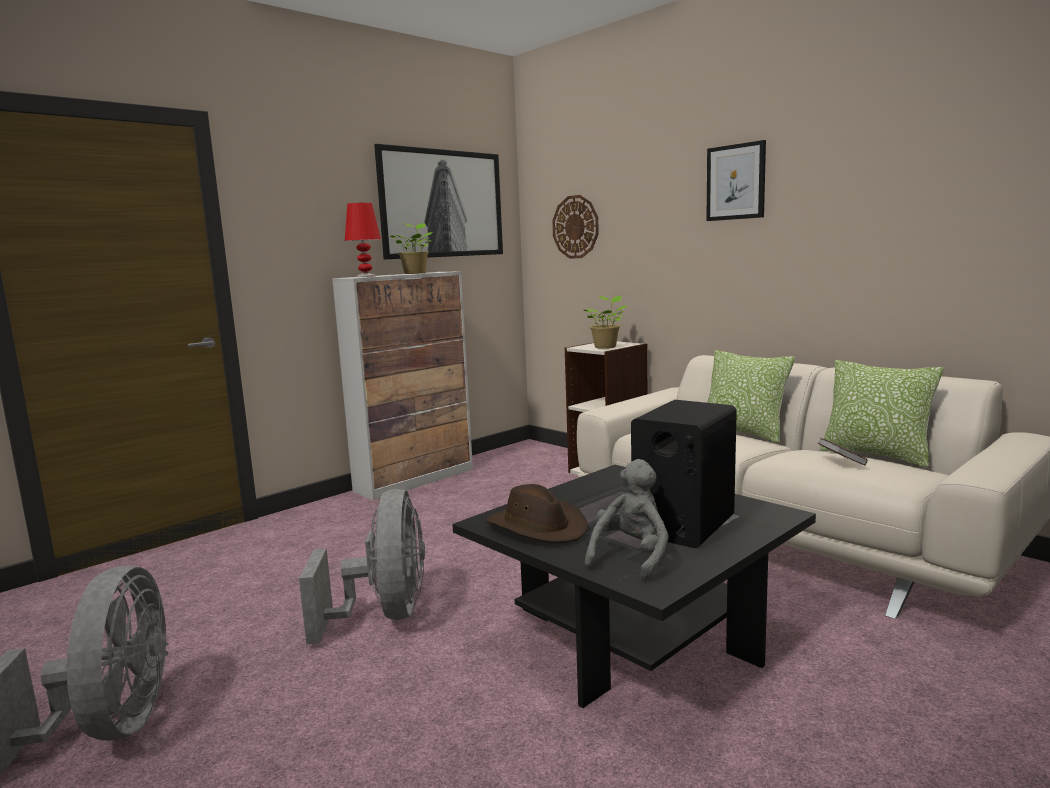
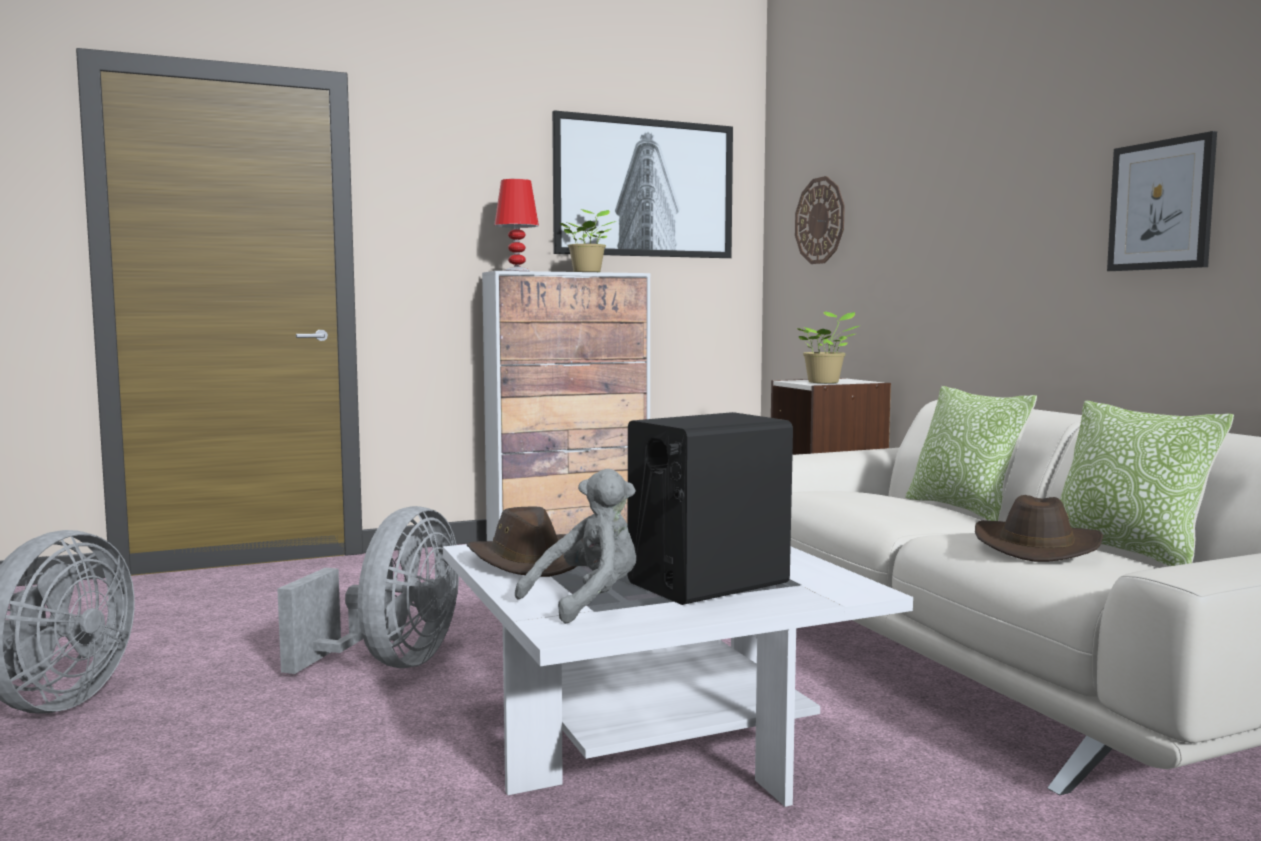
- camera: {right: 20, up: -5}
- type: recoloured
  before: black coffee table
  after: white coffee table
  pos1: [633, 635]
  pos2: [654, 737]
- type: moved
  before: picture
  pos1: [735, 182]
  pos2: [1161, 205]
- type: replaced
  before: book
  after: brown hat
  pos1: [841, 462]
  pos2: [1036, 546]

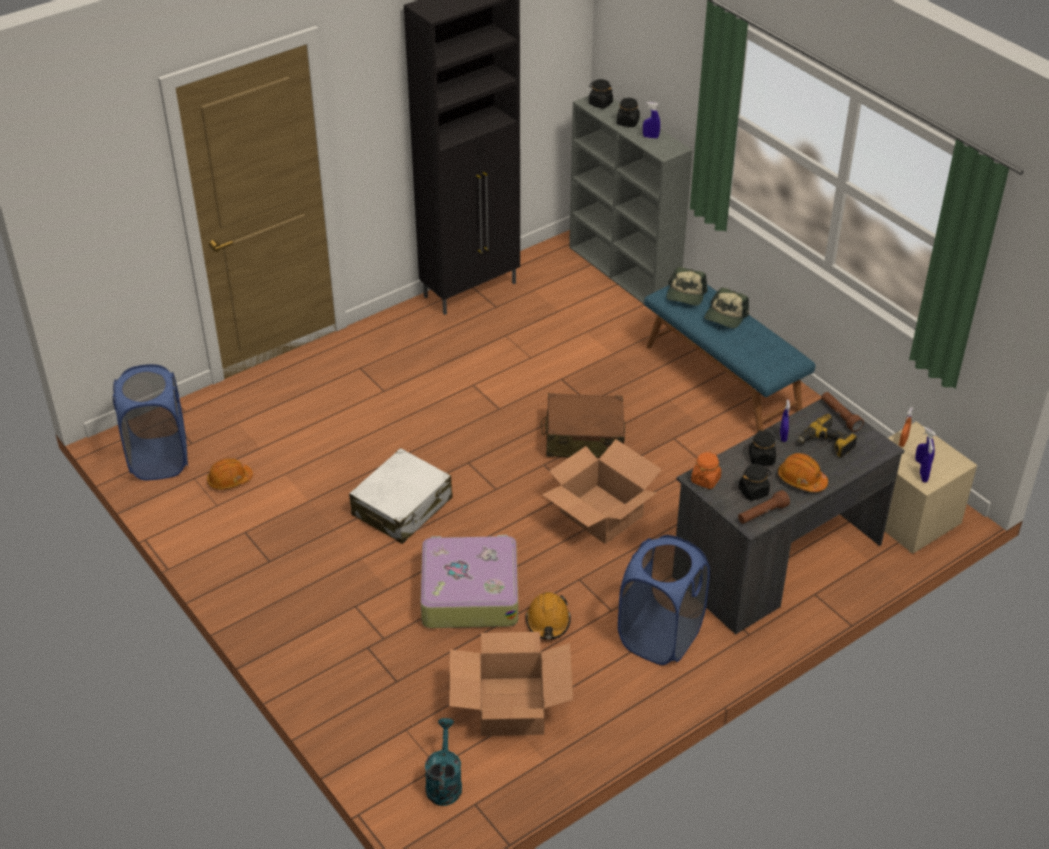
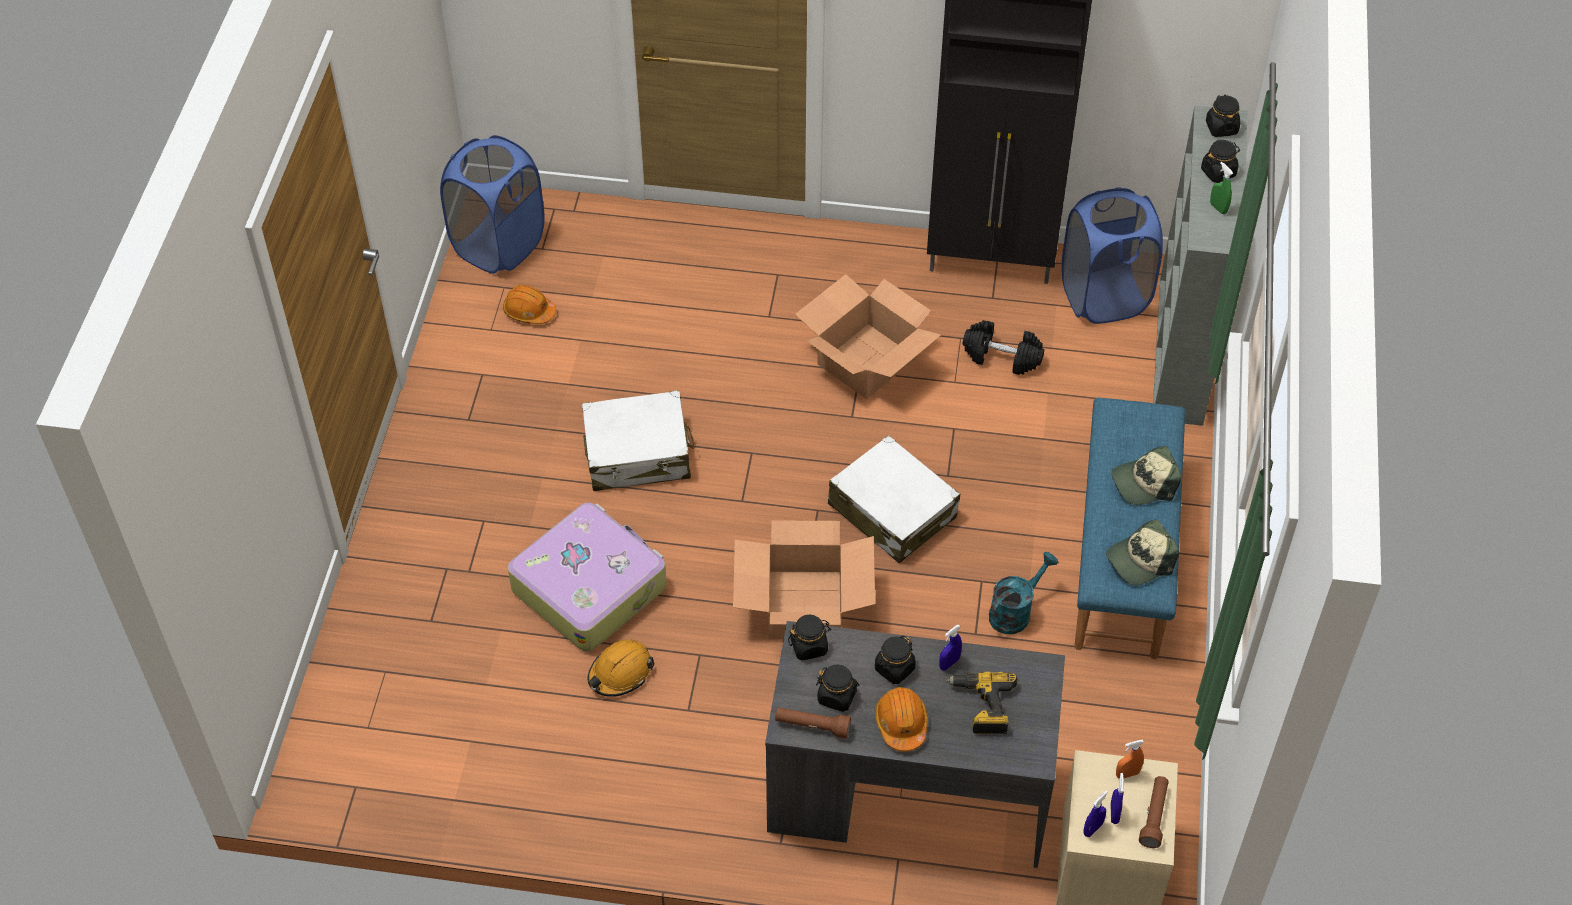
- camera: {right: 45, up: 10}
- type: moved
  before: turquoise watering can
  pos1: [444, 782]
  pos2: [1015, 611]
- type: moved
  before: cardboard box
  pos1: [510, 707]
  pos2: [865, 361]
- type: recoloured
  before: brown suitcase
  after: white suitcase
  pos1: [583, 438]
  pos2: [892, 511]
- type: moved
  before: blue laundry basket
  pos1: [660, 636]
  pos2: [1104, 297]
- type: recoloured
  before: blue spray bottle
  after: green spray bottle
  pos1: [650, 137]
  pos2: [1218, 208]
- type: moved
  before: cap
  pos1: [685, 294]
  pos2: [1140, 560]
- type: recoloured
  before: orange jar
  after: black jar
  pos1: [705, 480]
  pos2: [809, 646]
- type: moved
  before: brown flashlight
  pos1: [840, 416]
  pos2: [1154, 816]
- type: added
  after: black dumbbell
  pos2: [1001, 357]

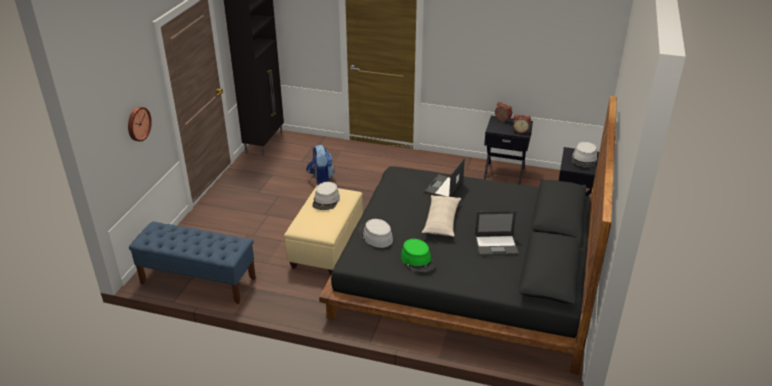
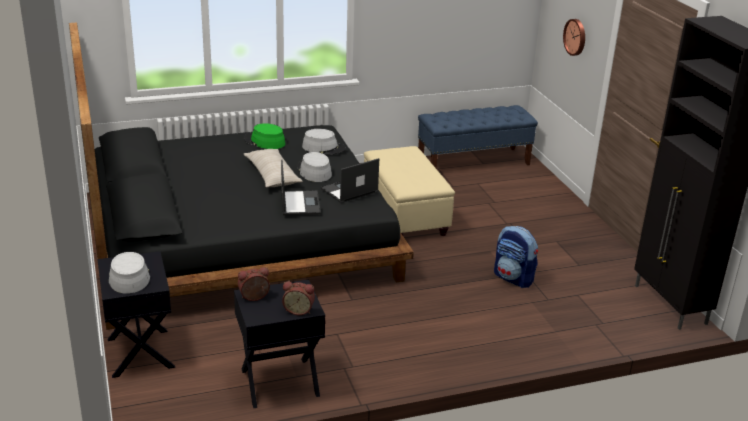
- camera: {right: 145, up: -5}
- type: moved
  before: grey hat
  pos1: [326, 201]
  pos2: [314, 171]
- type: moved
  before: laptop
  pos1: [496, 245]
  pos2: [349, 190]

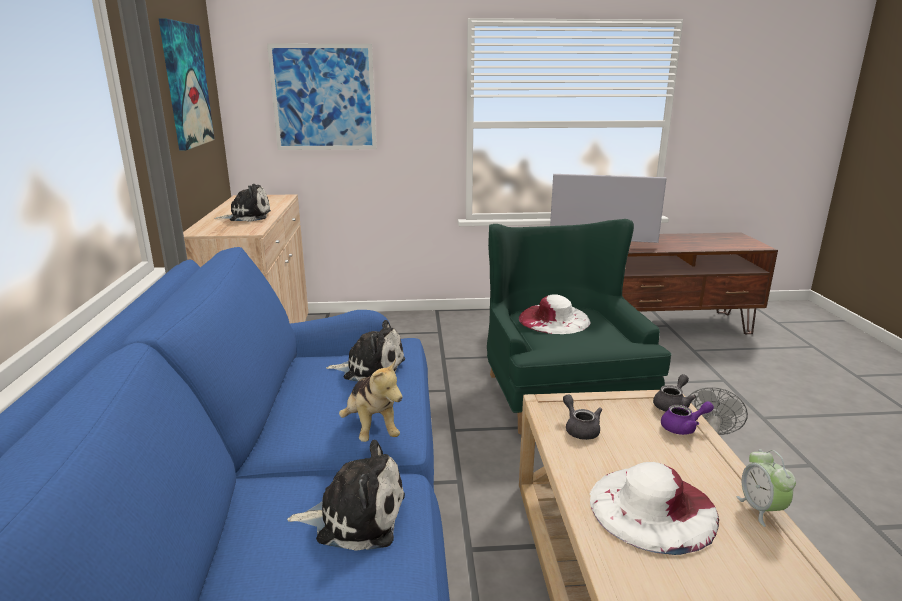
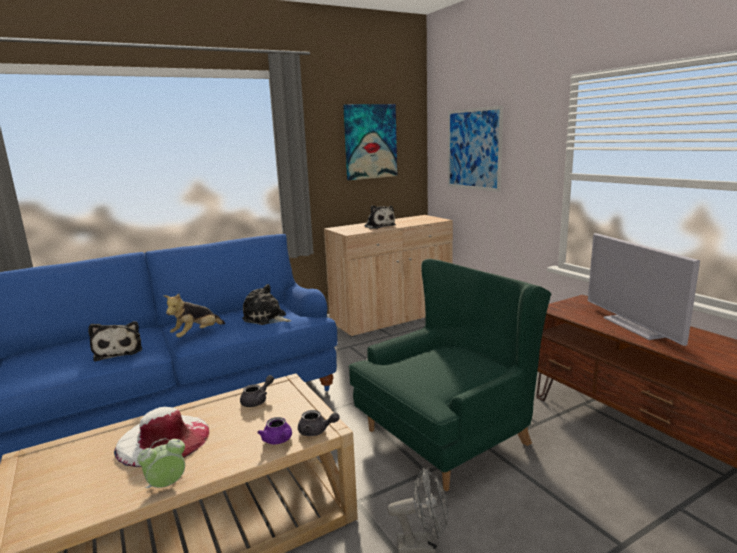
- camera: {right: 65, up: -5}
- type: turned
  before: plush toy
  pos1: [370, 369]
  pos2: [266, 318]
  turn: 135
- type: removed
  before: white hat
  pos1: [554, 319]

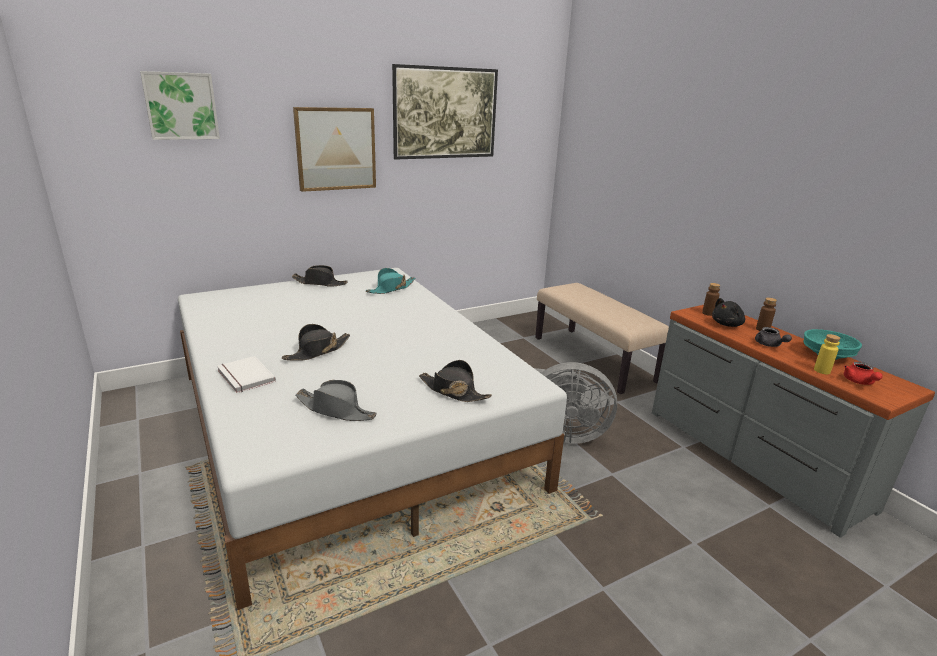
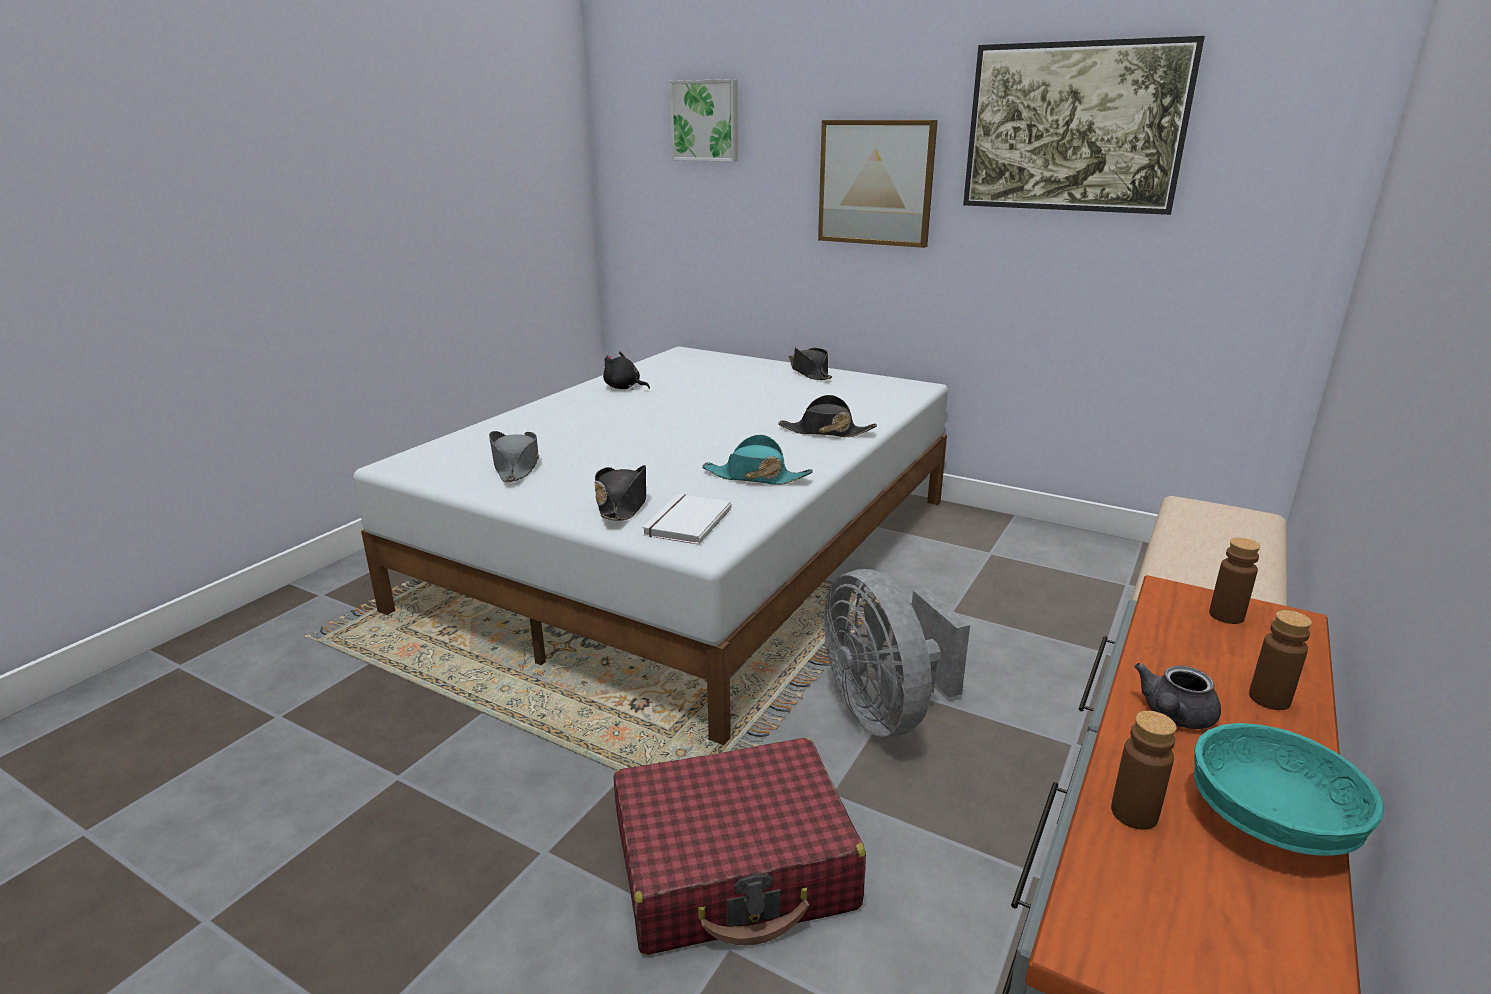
- camera: {right: 60, up: 0}
- type: moved
  before: white book
  pos1: [244, 377]
  pos2: [685, 522]
- type: moved
  before: black hat
  pos1: [317, 351]
  pos2: [826, 432]
- type: moved
  before: turquoise hat
  pos1: [391, 289]
  pos2: [755, 477]
- type: moved
  before: black plush toy
  pos1: [727, 324]
  pos2: [624, 388]
- type: recoloured
  before: yellow bottle
  after: brown bottle
  pos1: [822, 371]
  pos2: [1134, 813]
- type: removed
  before: red teapot
  pos1: [859, 382]
- type: added
  after: red suitcase
  pos2: [735, 867]

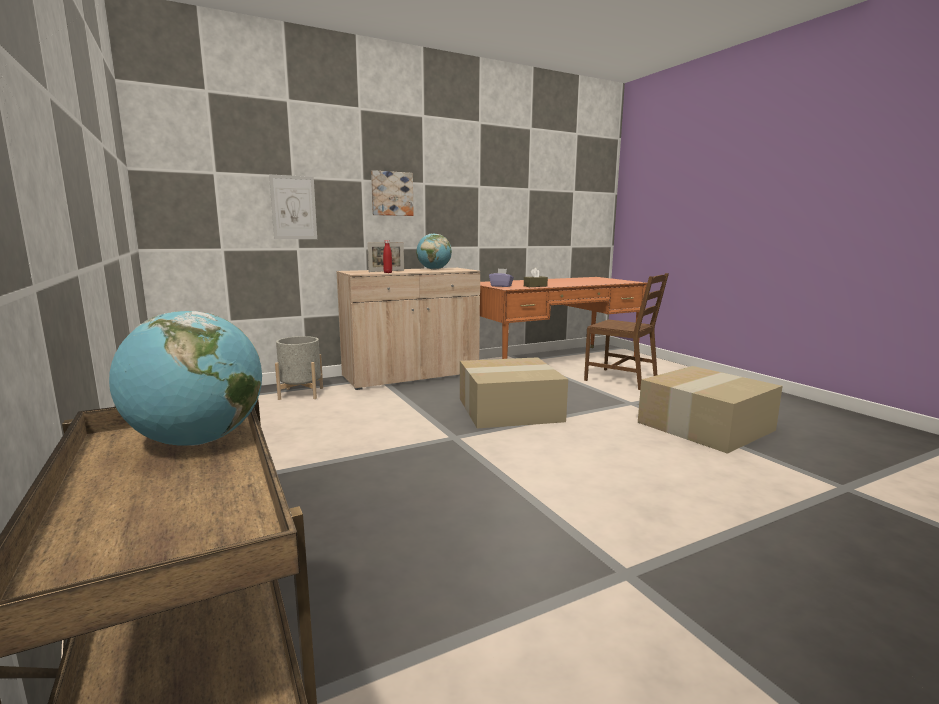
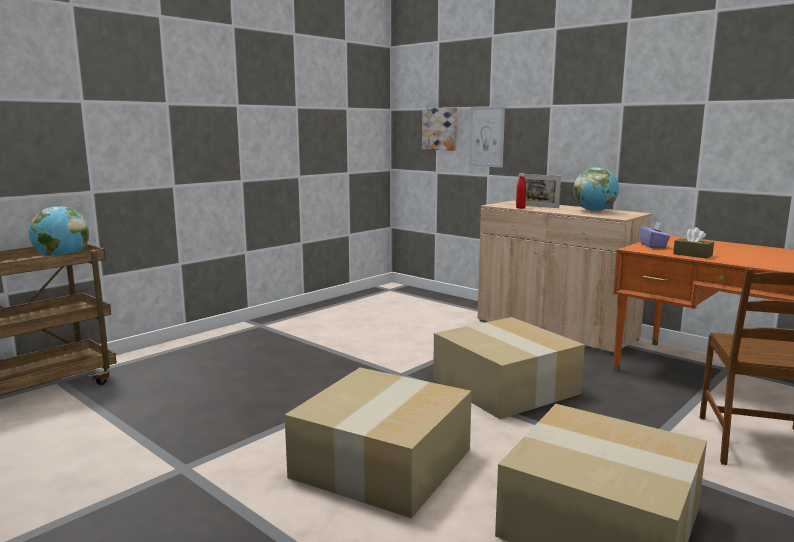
- camera: {right: 70, up: 0}
- type: removed
  before: grey planter
  pos1: [301, 393]
- type: moved
  before: picture
  pos1: [391, 194]
  pos2: [440, 129]
- type: added
  after: cardboard box
  pos2: [383, 464]

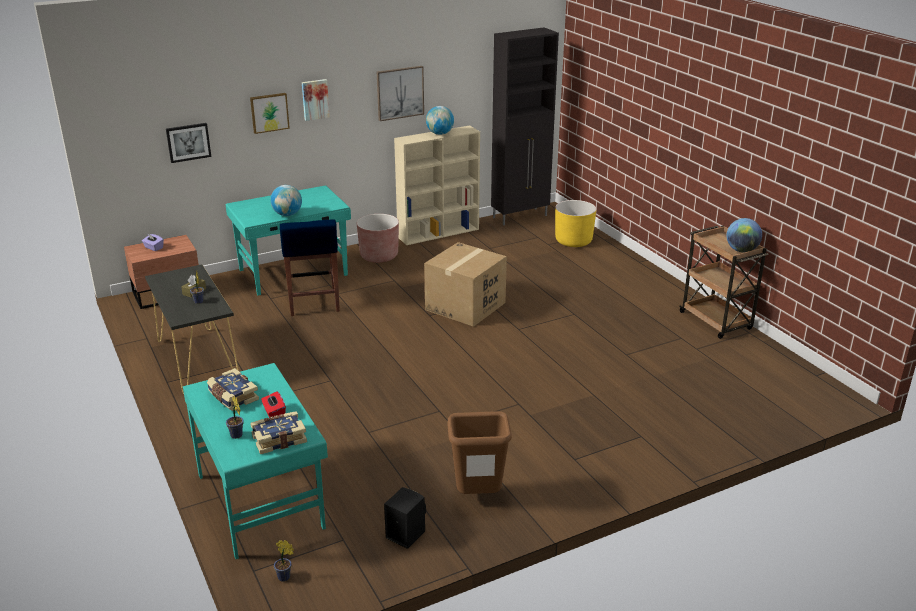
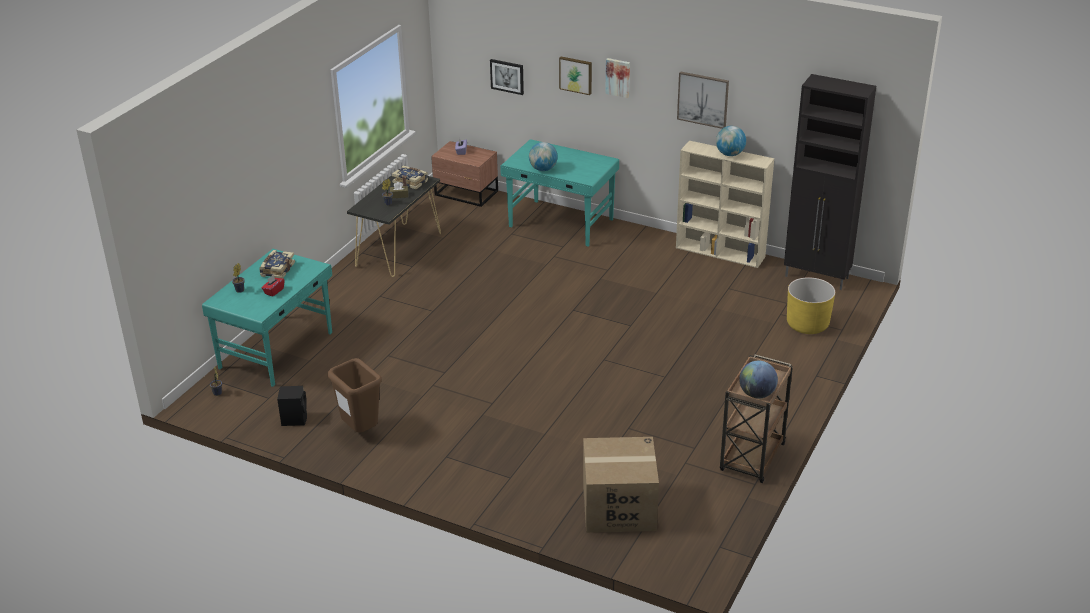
- camera: {right: 55, up: 5}
- type: moved
  before: book
  pos1: [279, 439]
  pos2: [410, 182]
- type: removed
  before: blue stool
  pos1: [313, 303]
- type: removed
  before: brown planter
  pos1: [379, 256]
- type: moved
  before: cardboard box
  pos1: [465, 306]
  pos2: [619, 508]

